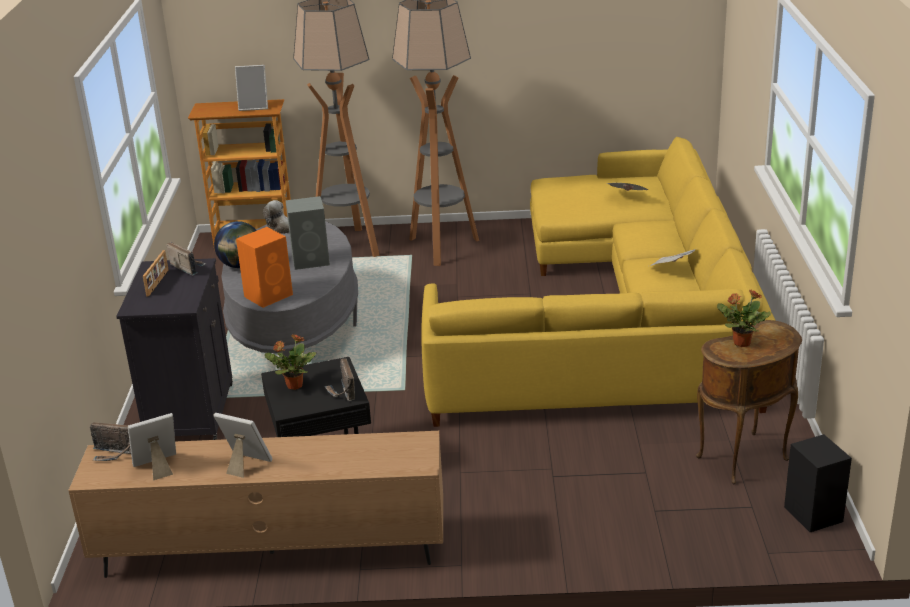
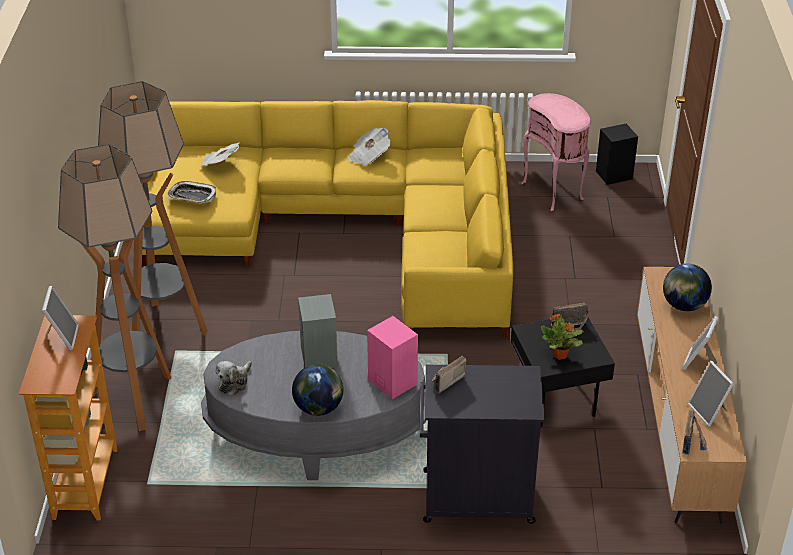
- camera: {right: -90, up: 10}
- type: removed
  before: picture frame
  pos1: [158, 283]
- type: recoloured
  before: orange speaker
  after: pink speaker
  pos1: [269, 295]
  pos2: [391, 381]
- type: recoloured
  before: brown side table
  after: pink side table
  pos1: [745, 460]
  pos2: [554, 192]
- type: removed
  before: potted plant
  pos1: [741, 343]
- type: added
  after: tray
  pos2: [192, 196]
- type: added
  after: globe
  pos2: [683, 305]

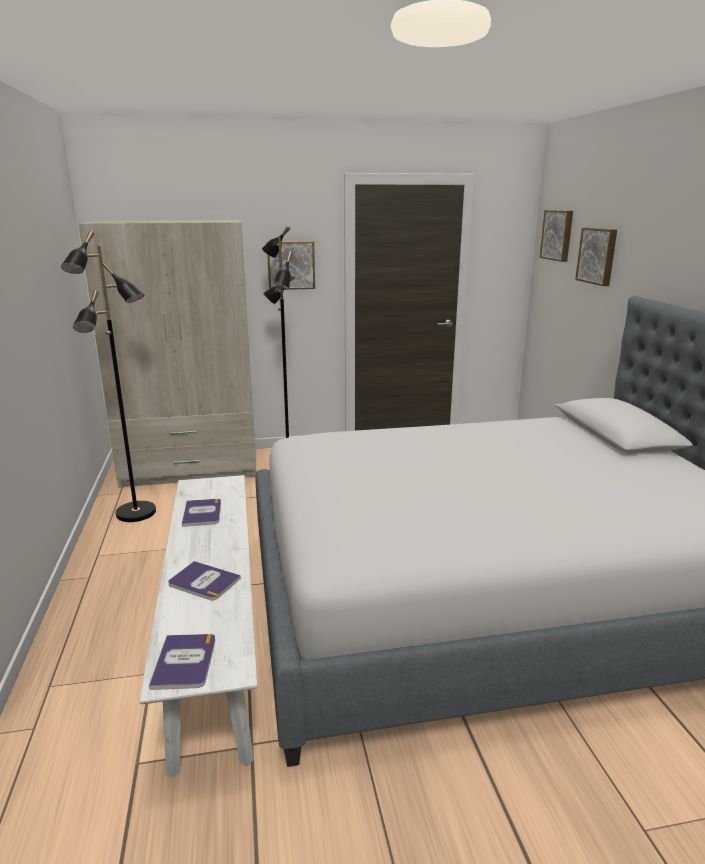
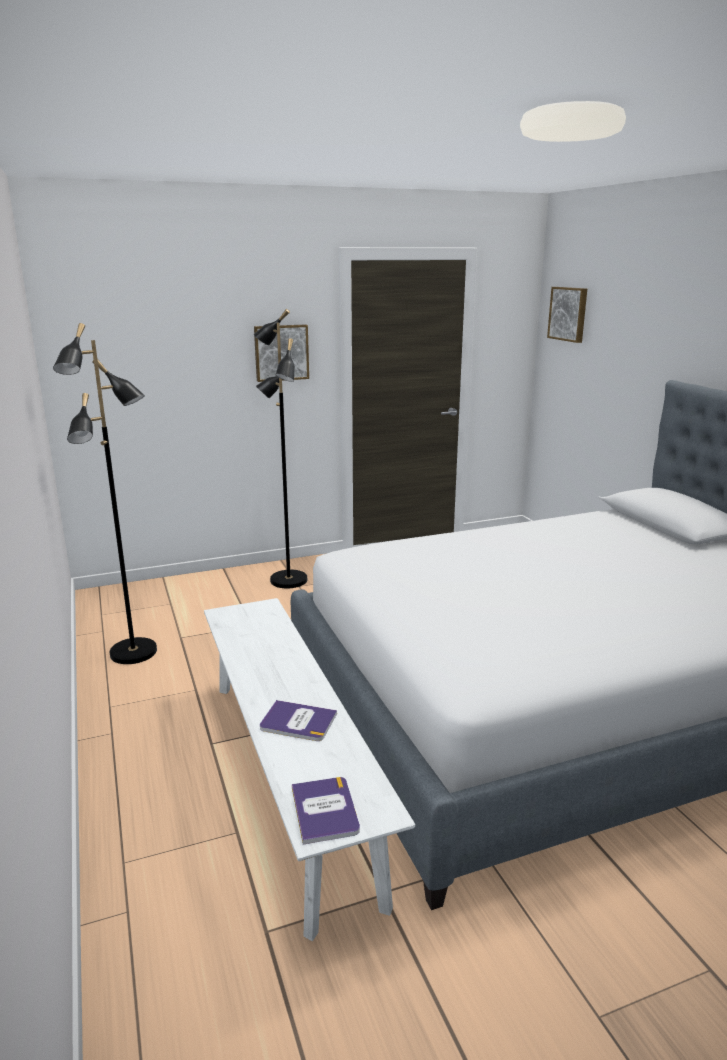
- camera: {right: -10, up: 0}
- type: removed
  before: beige wardrobe
  pos1: [191, 468]
- type: removed
  before: book
  pos1: [202, 513]
- type: removed
  before: picture
  pos1: [598, 256]

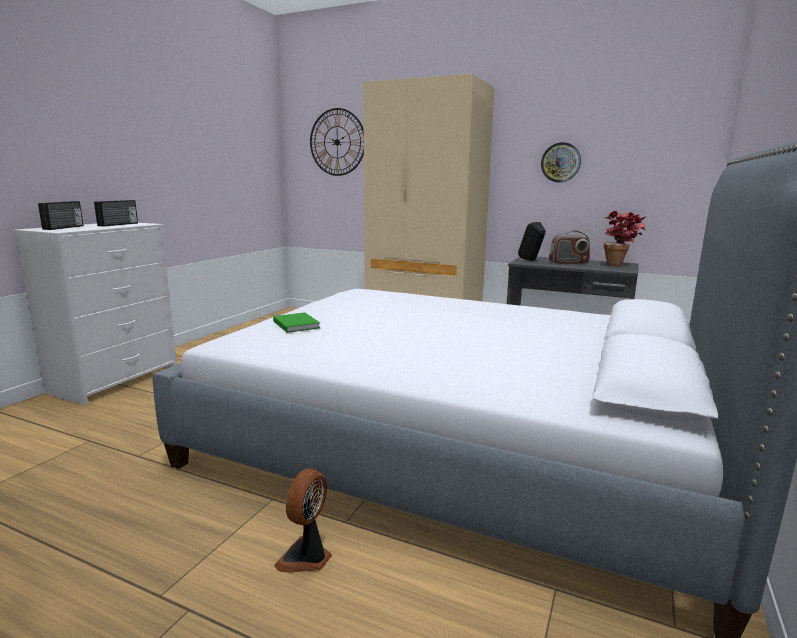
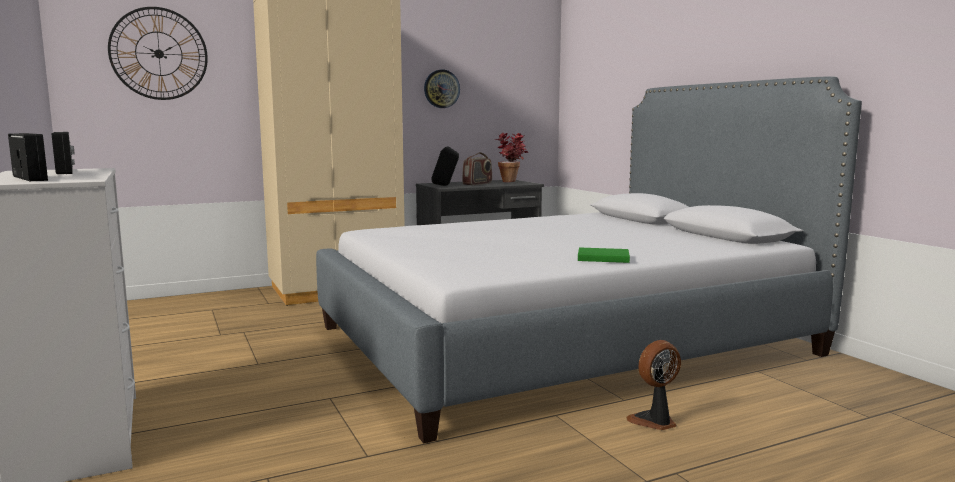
- camera: {right: -50, up: -5}
- type: moved
  before: green book
  pos1: [296, 324]
  pos2: [601, 257]
- type: turned
  before: fan
  pos1: [306, 557]
  pos2: [655, 421]
  turn: 90

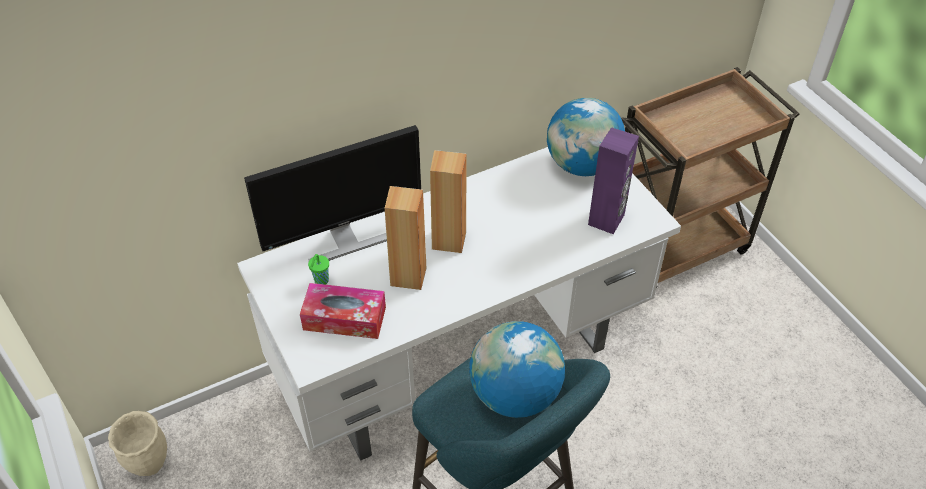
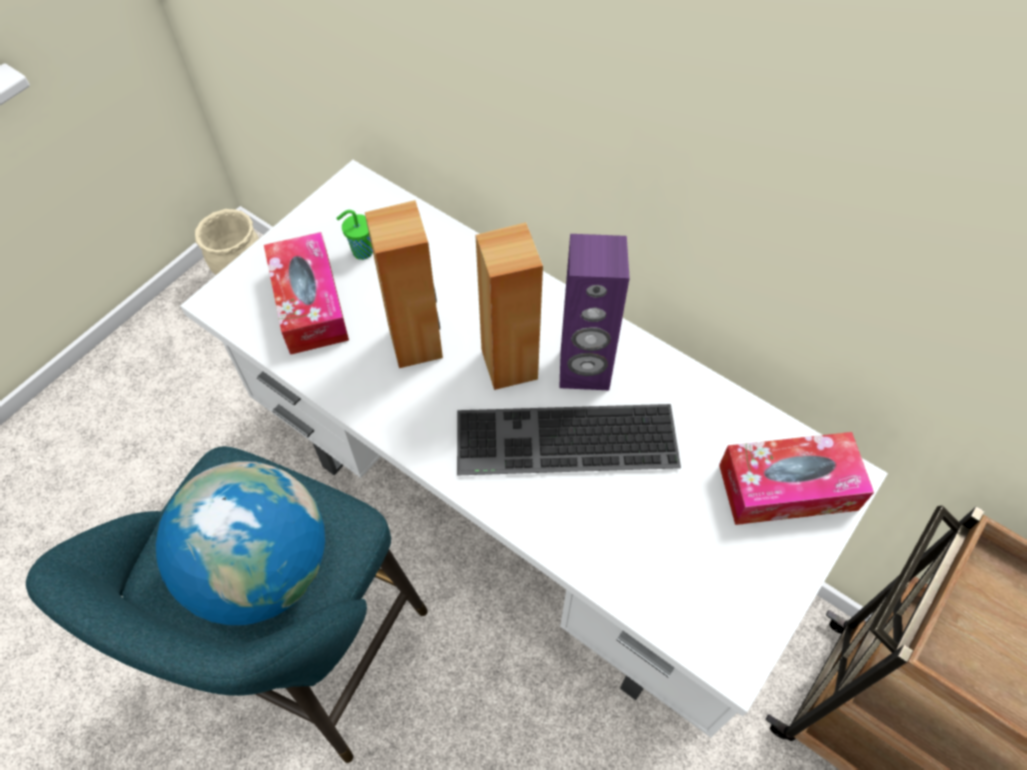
- camera: {right: 65, up: 10}
- type: removed
  before: monitor
  pos1: [344, 240]
- type: replaced
  before: globe
  after: tissue box
  pos1: [582, 165]
  pos2: [787, 487]
- type: moved
  before: purple speaker
  pos1: [606, 220]
  pos2: [584, 370]
- type: added
  after: keyboard
  pos2: [564, 443]

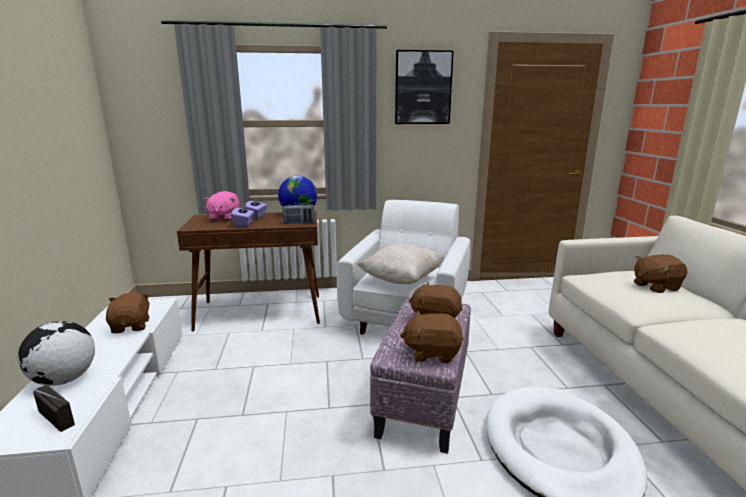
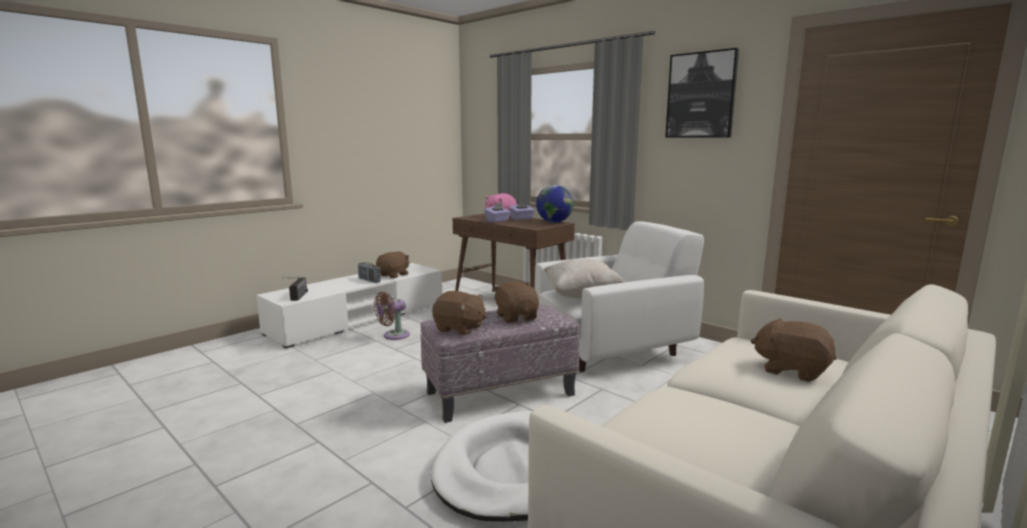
- camera: {right: 50, up: -5}
- type: removed
  before: globe
  pos1: [64, 380]
- type: moved
  before: radio
  pos1: [299, 223]
  pos2: [369, 280]
- type: turned
  before: brown plush toy
  pos1: [432, 353]
  pos2: [459, 329]
  turn: 150
- type: added
  after: brown fan
  pos2: [393, 336]

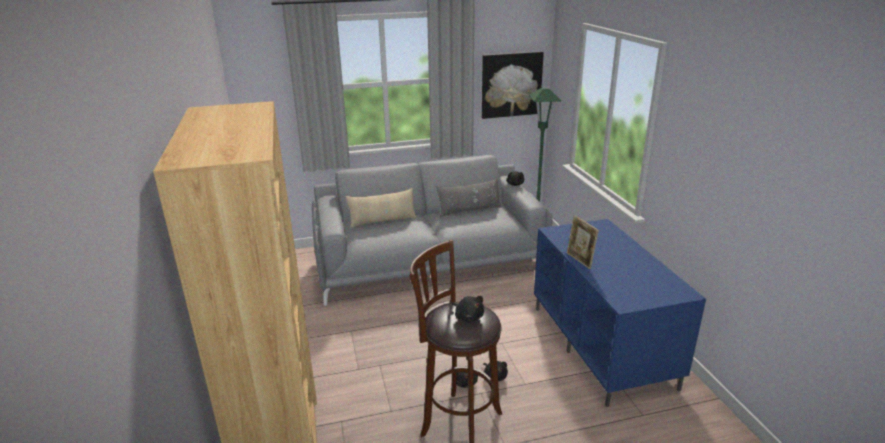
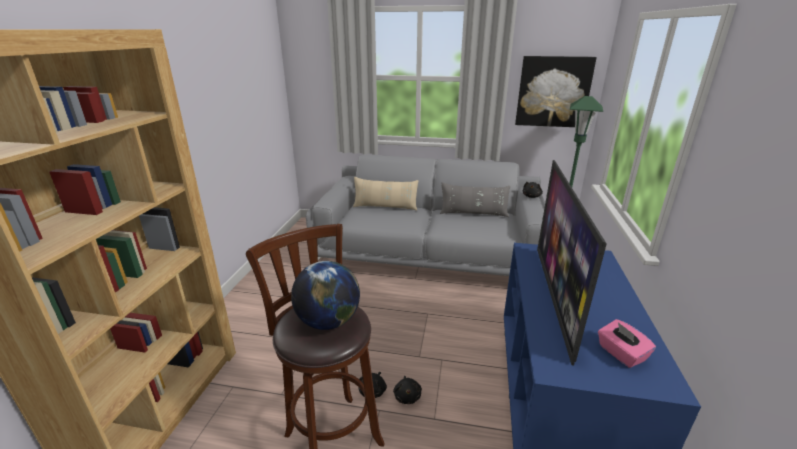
- camera: {right: 25, up: 0}
- type: replaced
  before: black plush toy
  after: globe
  pos1: [468, 317]
  pos2: [328, 321]
- type: removed
  before: picture frame
  pos1: [580, 260]
- type: added
  after: television
  pos2: [555, 297]
- type: added
  after: pink tissue box
  pos2: [620, 353]

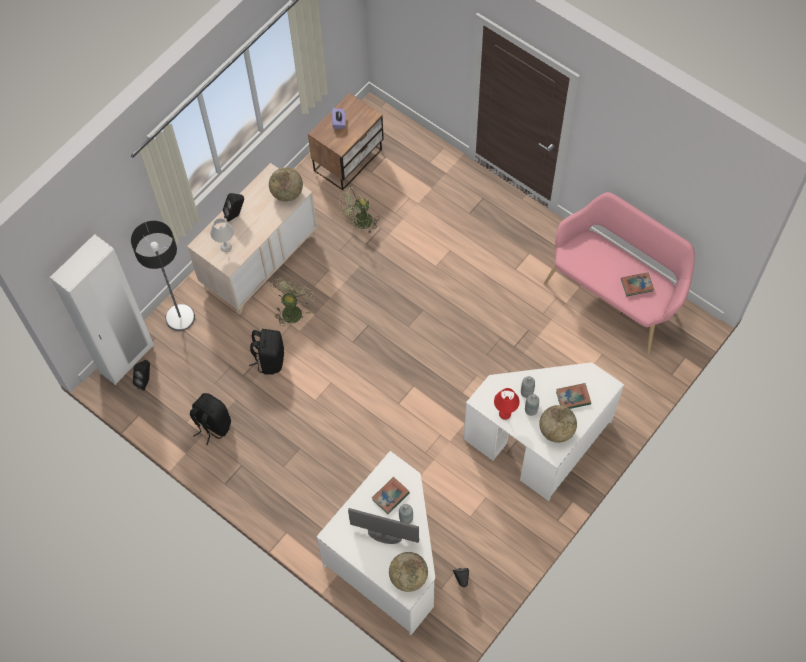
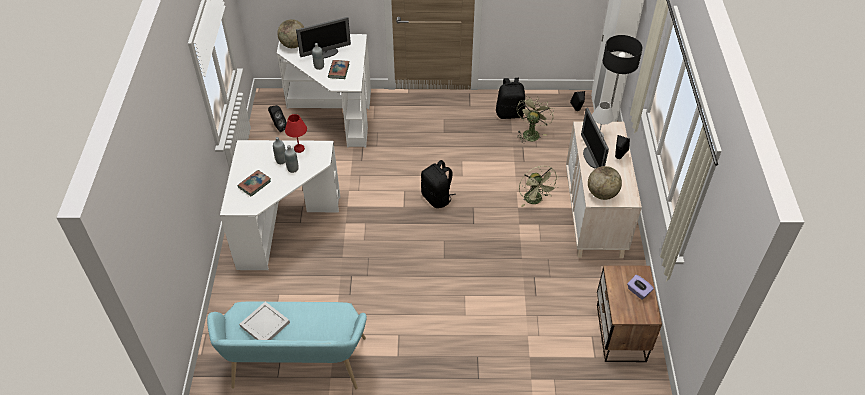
- camera: {right: 140, up: -15}
- type: moved
  before: black backpack
  pos1: [269, 359]
  pos2: [437, 198]
- type: moved
  before: green fan
  pos1: [359, 223]
  pos2: [531, 132]
- type: removed
  before: globe
  pos1: [556, 431]
- type: recoloured
  before: pink bench
  after: turquoise bench
  pos1: [614, 295]
  pos2: [296, 368]
- type: replaced
  before: book
  after: white tray
  pos1: [637, 285]
  pos2: [264, 324]
- type: added
  after: monitor
  pos2: [591, 158]

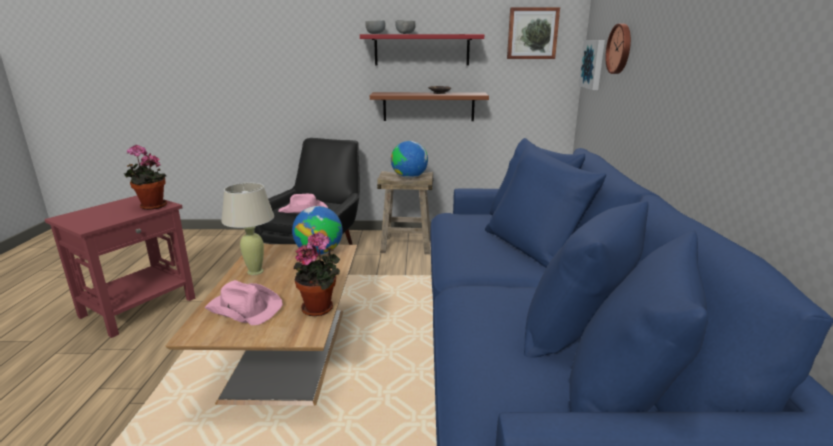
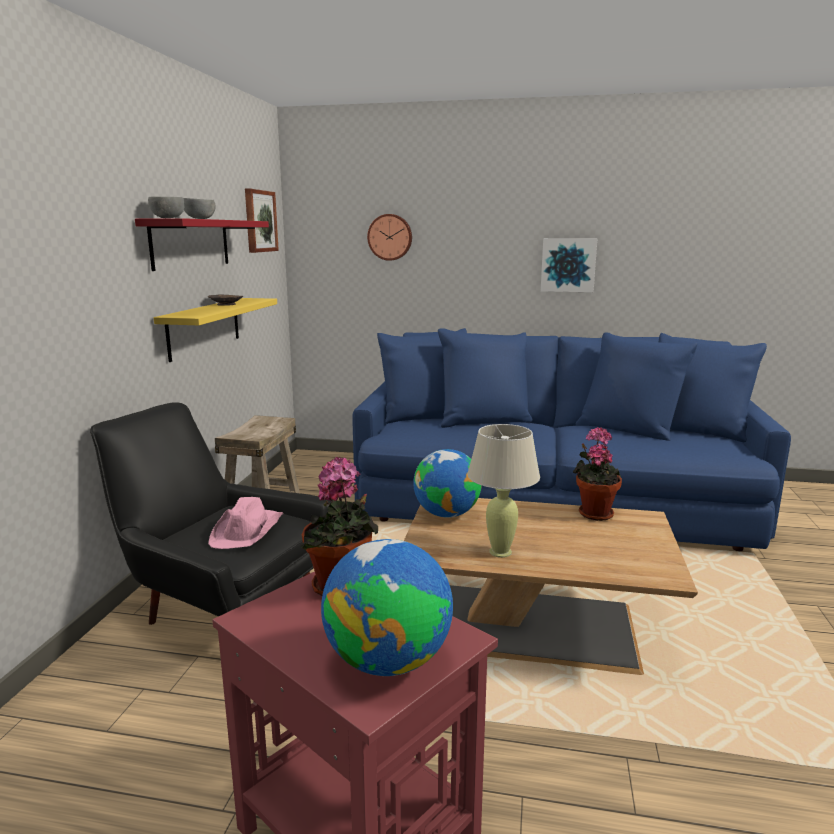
- camera: {right: -80, up: -5}
- type: removed
  before: pink hat
  pos1: [244, 308]
- type: recoloured
  before: brown shelf
  after: yellow shelf
  pos1: [428, 106]
  pos2: [204, 327]
- type: moved
  before: globe
  pos1: [409, 177]
  pos2: [388, 661]
- type: moved
  before: picture
  pos1: [593, 64]
  pos2: [568, 265]

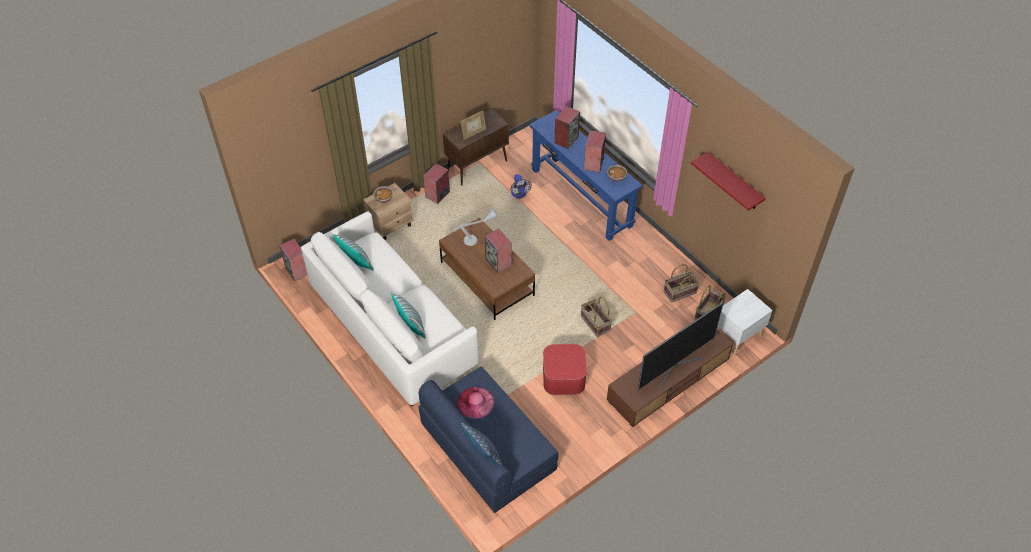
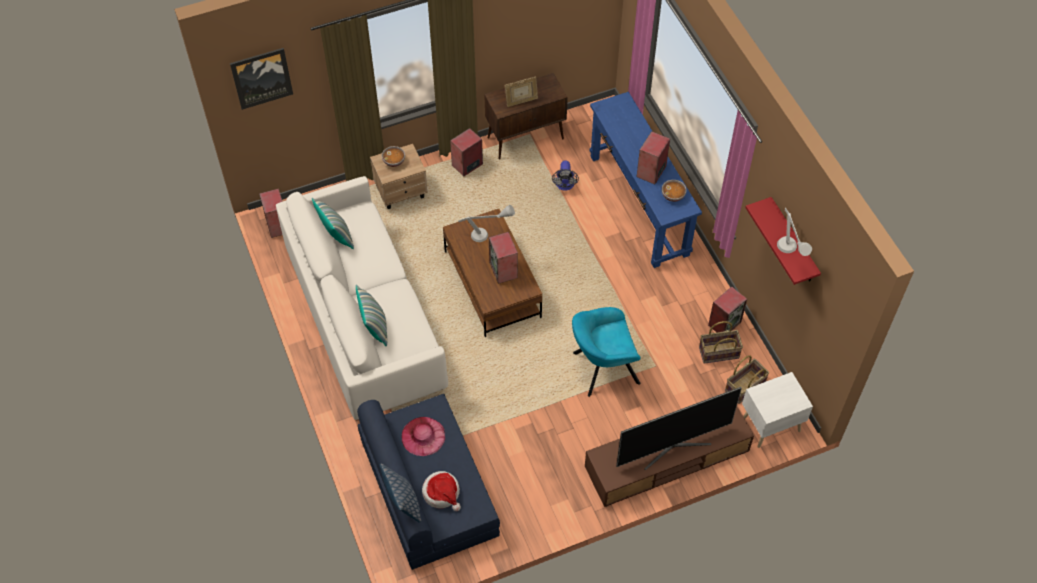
- camera: {right: 15, up: 5}
- type: removed
  before: ottoman
  pos1: [563, 377]
- type: moved
  before: speaker
  pos1: [566, 139]
  pos2: [724, 323]
- type: replaced
  before: basket
  after: turquoise armchair
  pos1: [594, 323]
  pos2: [602, 368]
- type: added
  after: picture
  pos2: [261, 77]
- type: added
  after: hat
  pos2: [442, 493]
- type: added
  after: grey table lamp
  pos2: [789, 253]

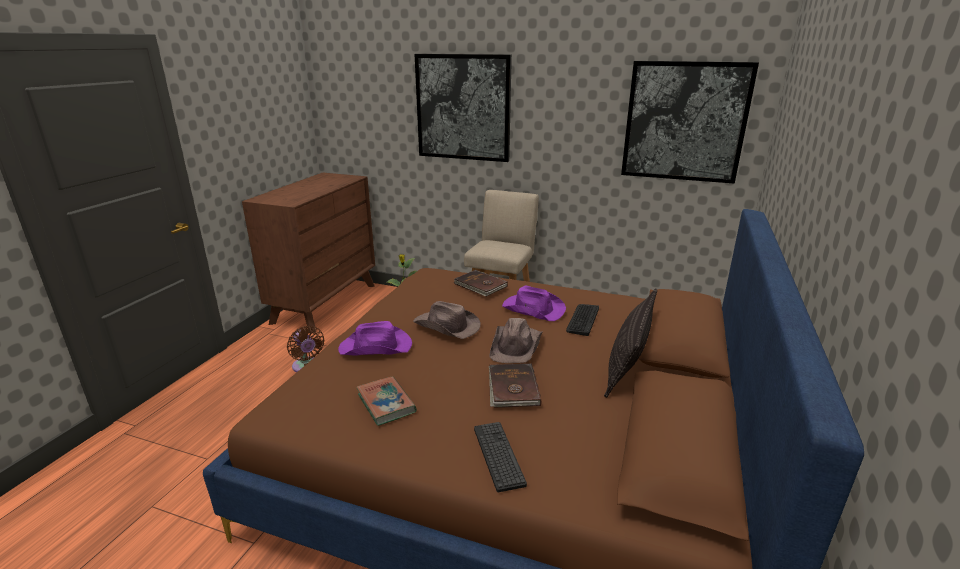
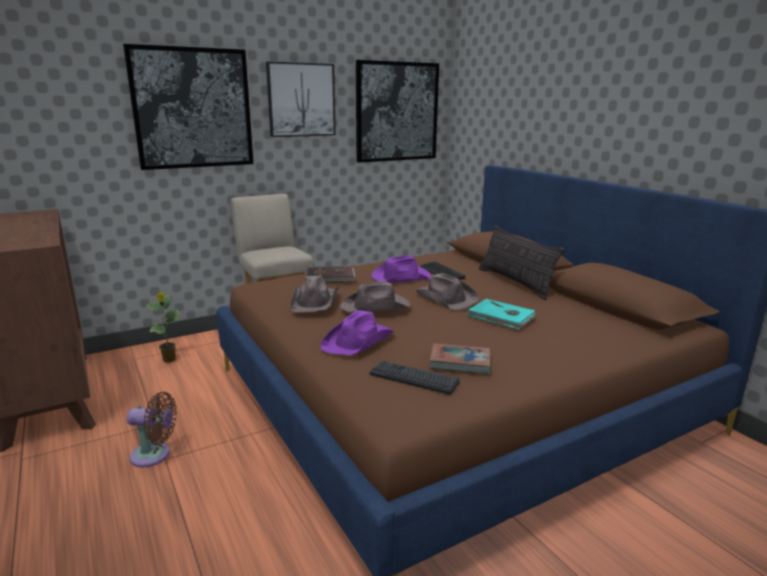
- camera: {right: -50, up: -5}
- type: moved
  before: keyboard
  pos1: [498, 455]
  pos2: [413, 378]
- type: recoloured
  before: brown book
  after: turquoise book
  pos1: [512, 388]
  pos2: [501, 317]
- type: added
  after: picture
  pos2: [301, 100]
- type: added
  after: brown hat
  pos2: [315, 301]

